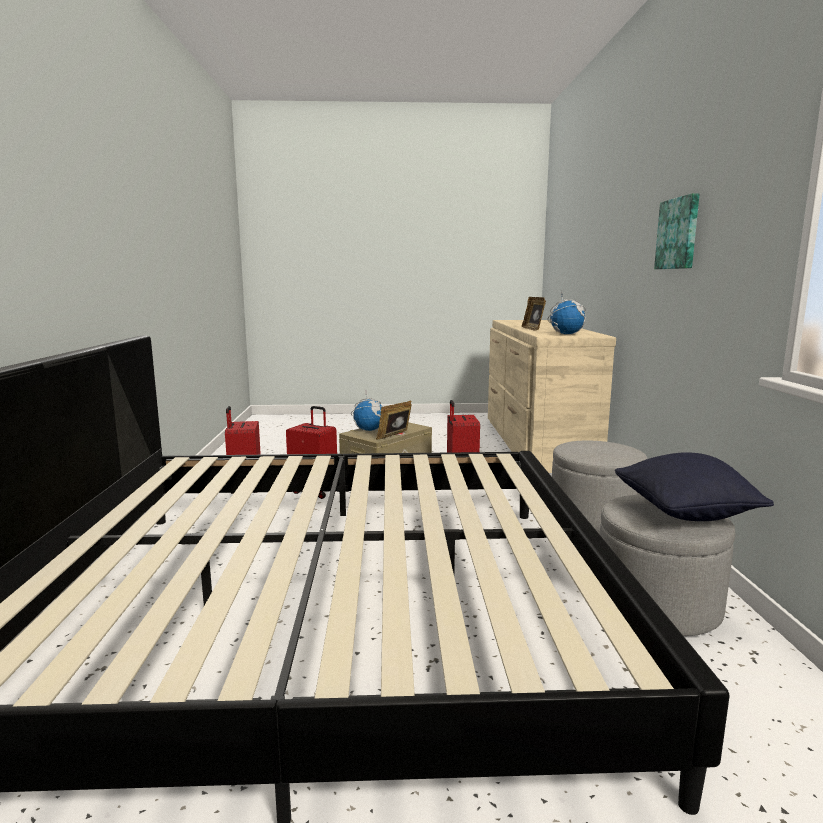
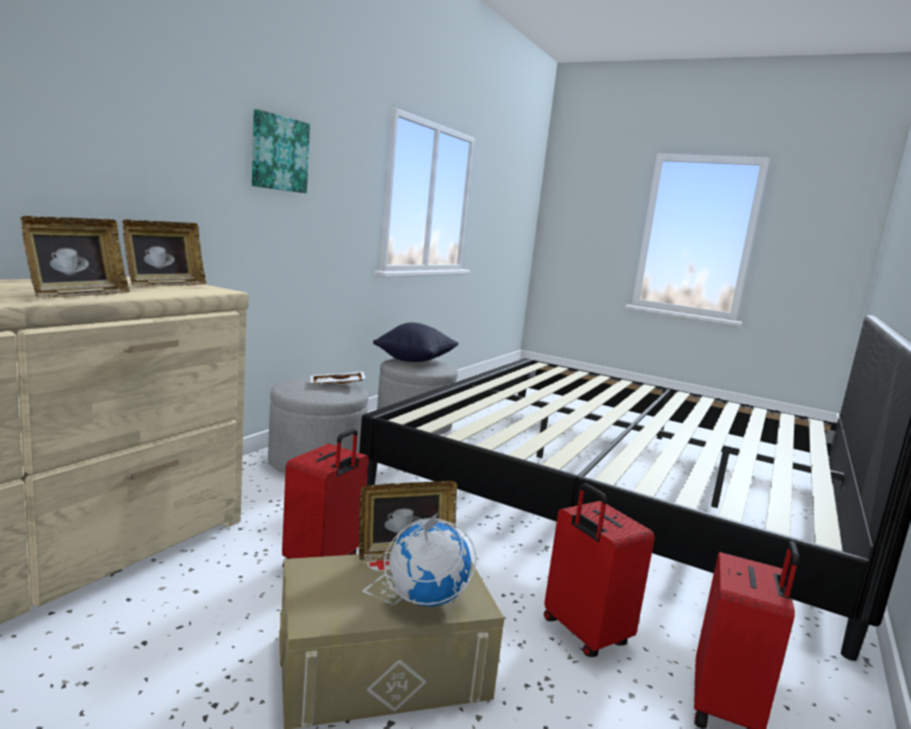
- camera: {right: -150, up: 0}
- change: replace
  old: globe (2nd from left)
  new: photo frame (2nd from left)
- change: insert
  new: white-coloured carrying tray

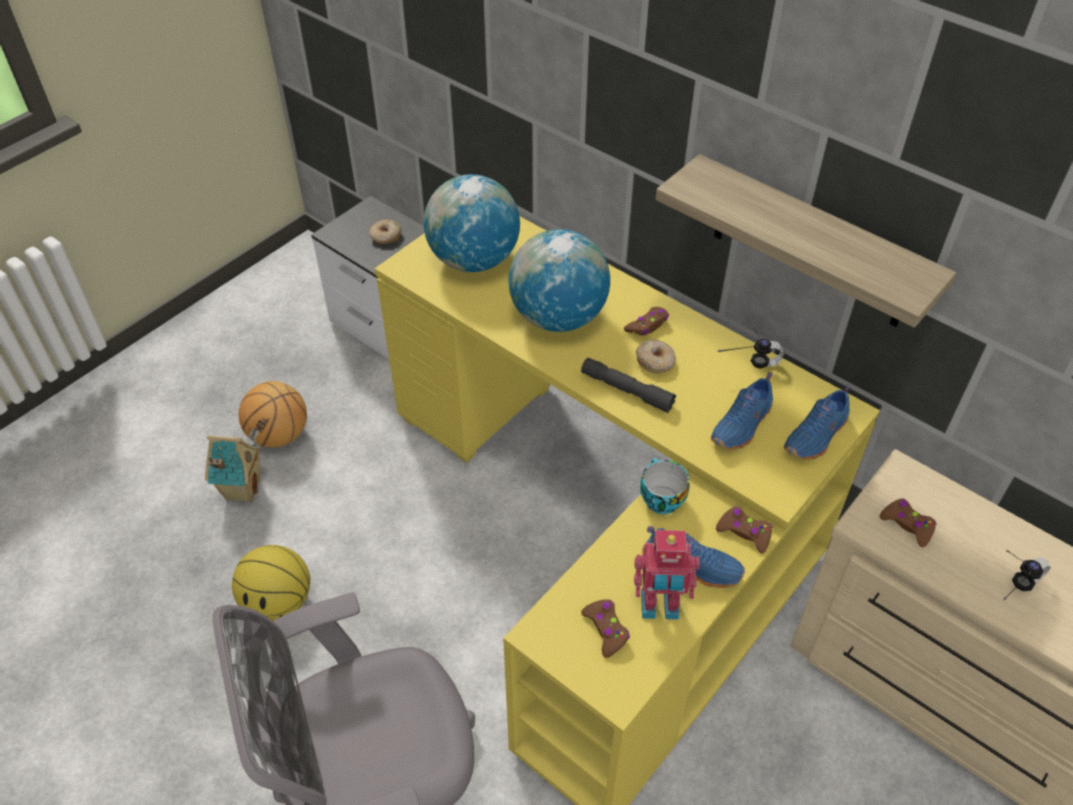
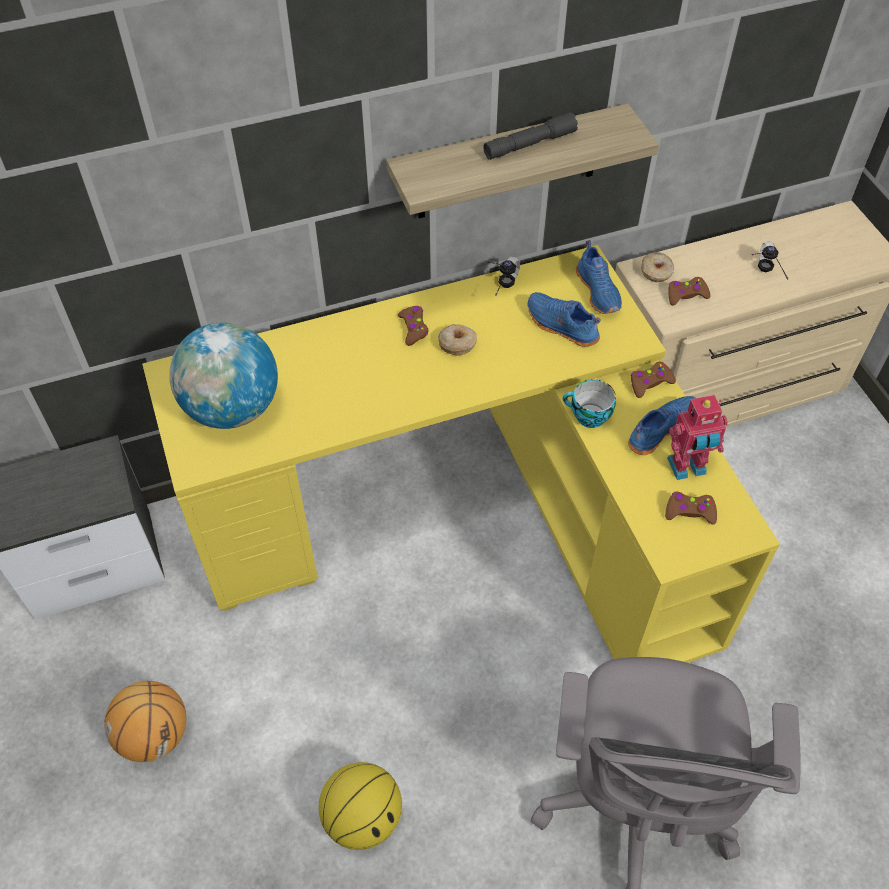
- camera: {right: -60, up: 5}
- change: move
  old: doughnut (1st from left in the first image)
  new: doughnut (2nd from left)
- change: delete
  old: globe (2nd from left)
- change: move
  old: greyish torch
- change: rotate
  old: bluish low shoe (2nd from left in the first image)
  degrees: 150
- change: delete
  old: toy house
- change: rotate
  old: robot figure
  degrees: 45

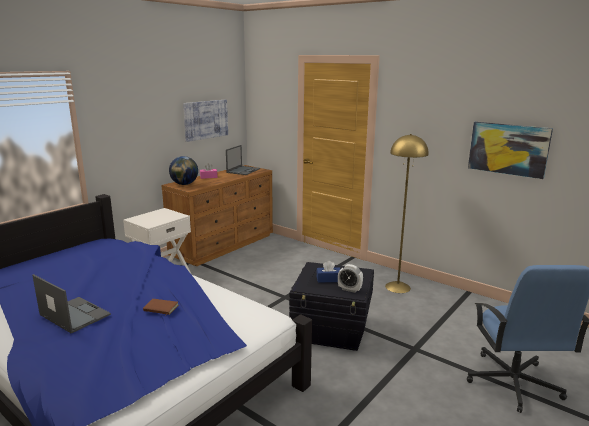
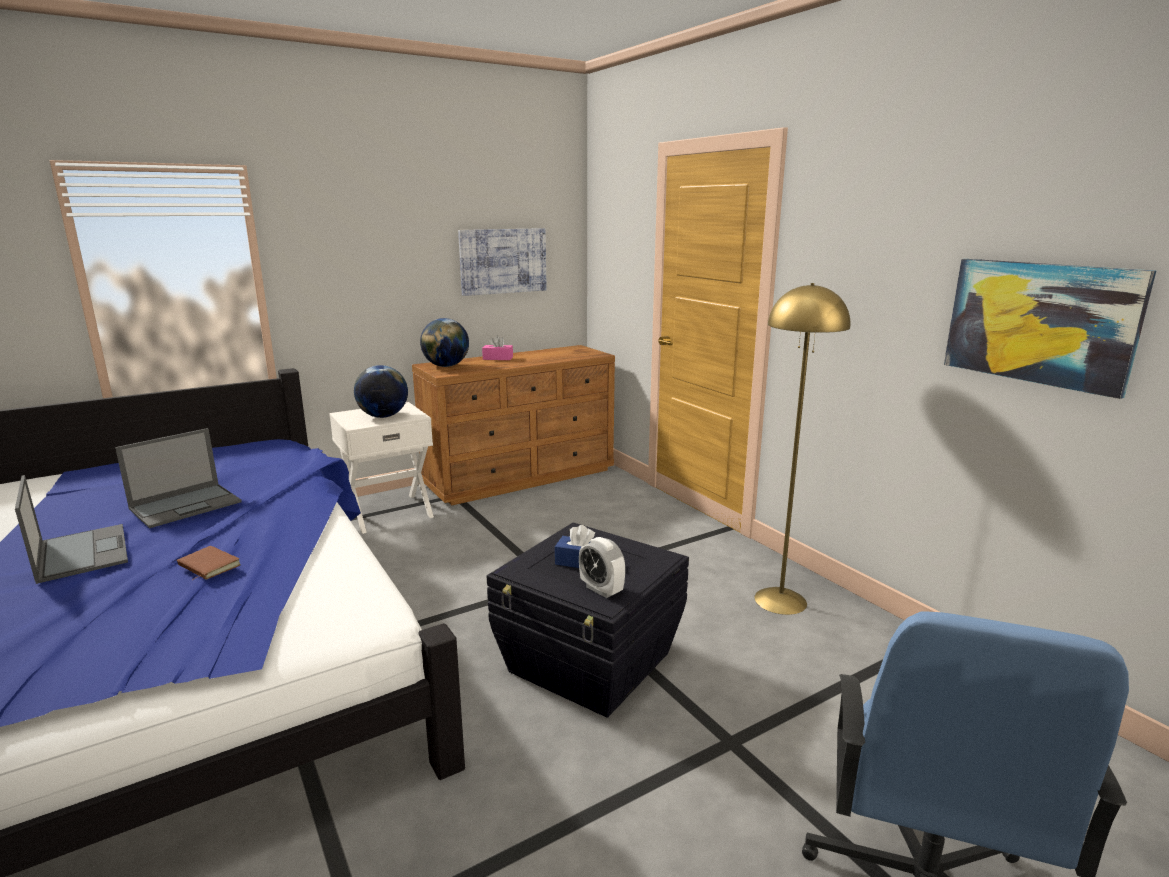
- camera: {right: 20, up: 0}
- change: move
  old: notebook computer (2nd from left)
- change: insert
  new: globe (1st from left)

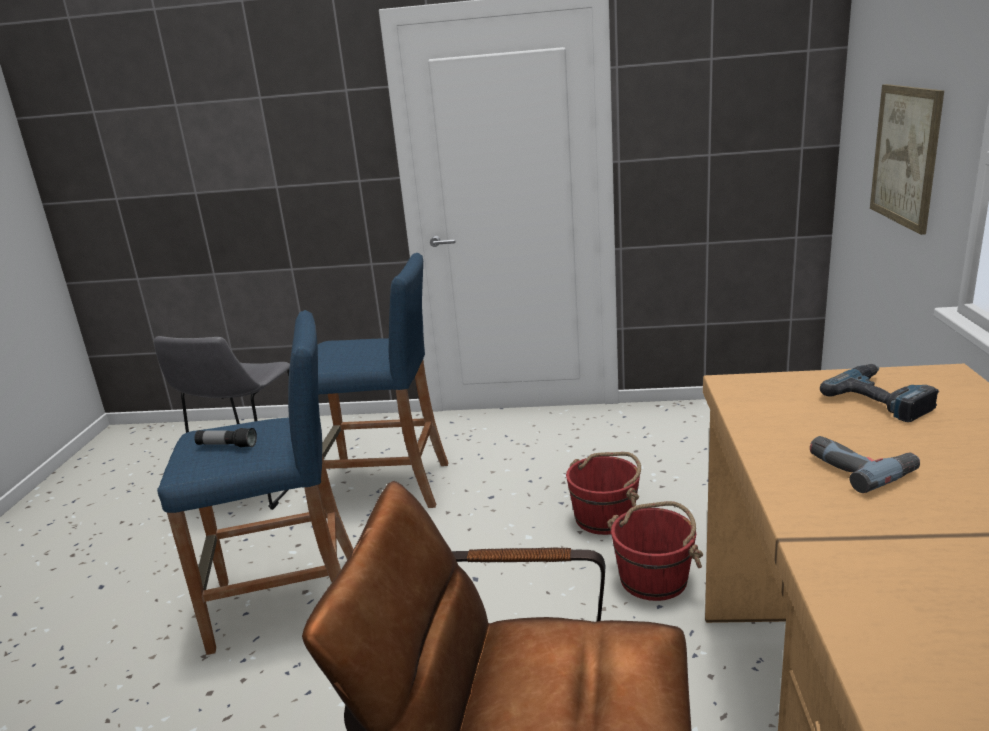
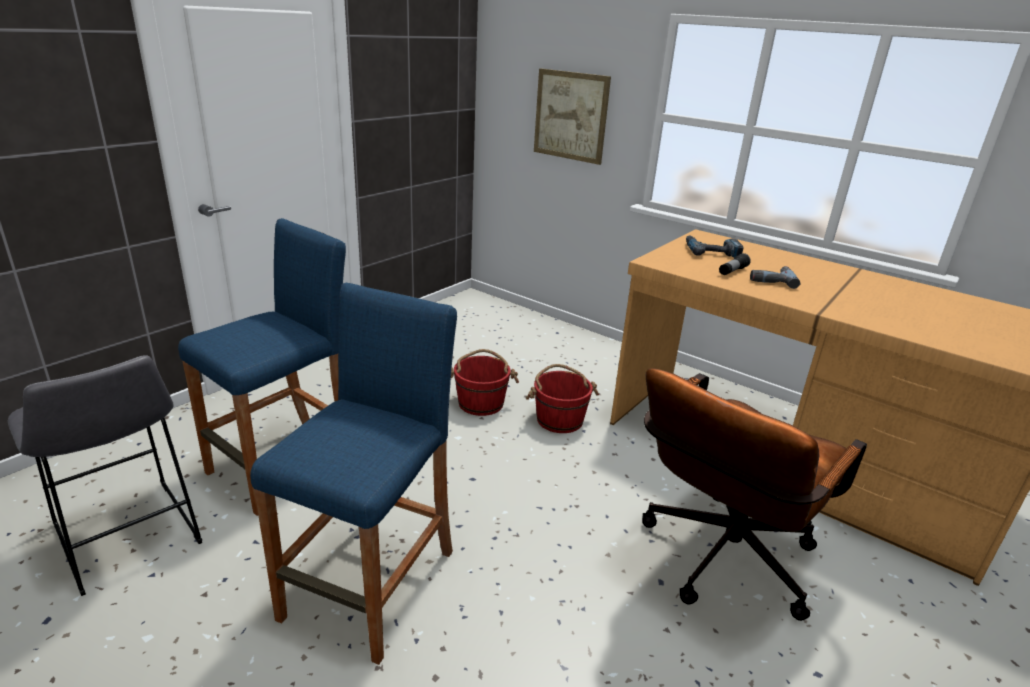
- camera: {right: -60, up: 5}
- change: move
  old: torch

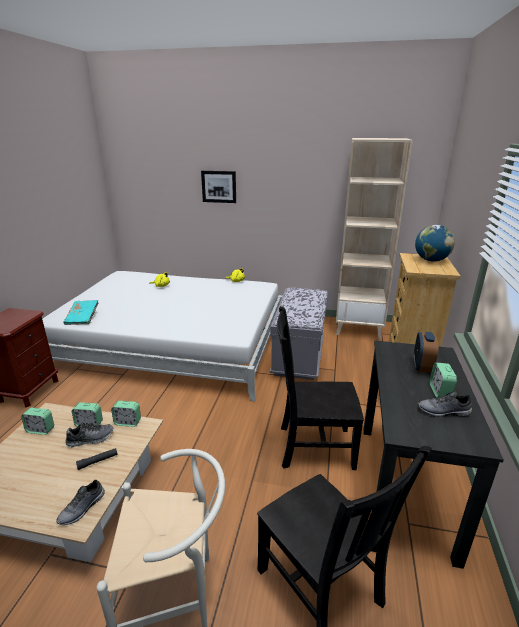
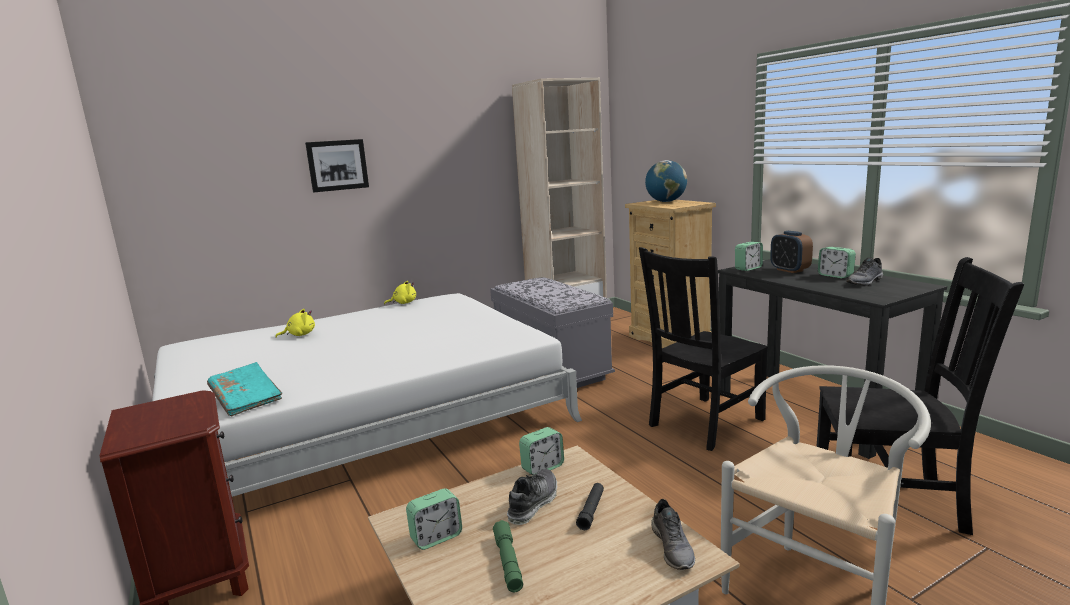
- camera: {right: -40, up: -10}
- change: move
  old: bedside clock (2nd from left in the first image)
  new: bedside clock (3rd from left)
- change: insert
  new: green torch

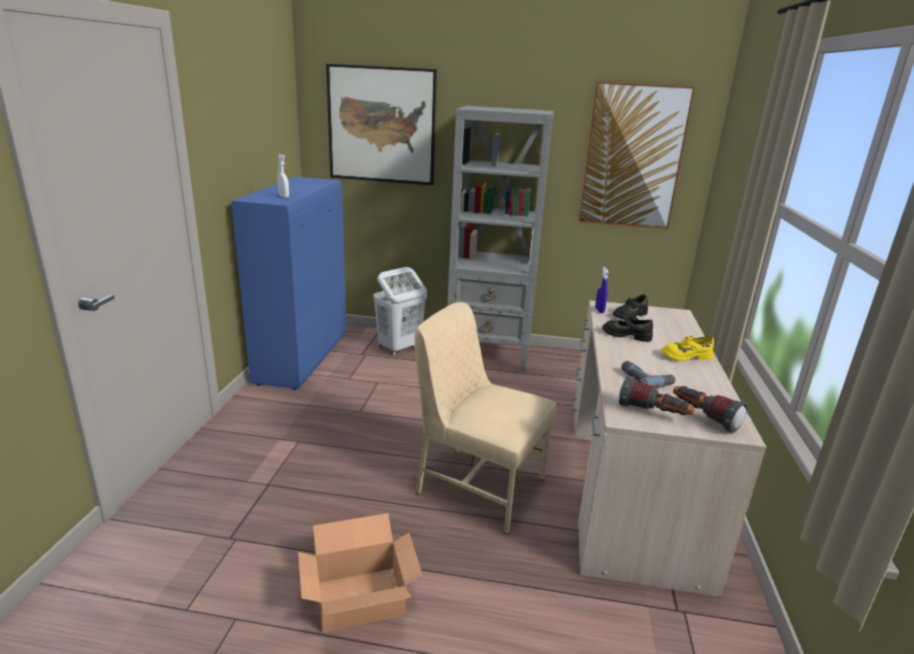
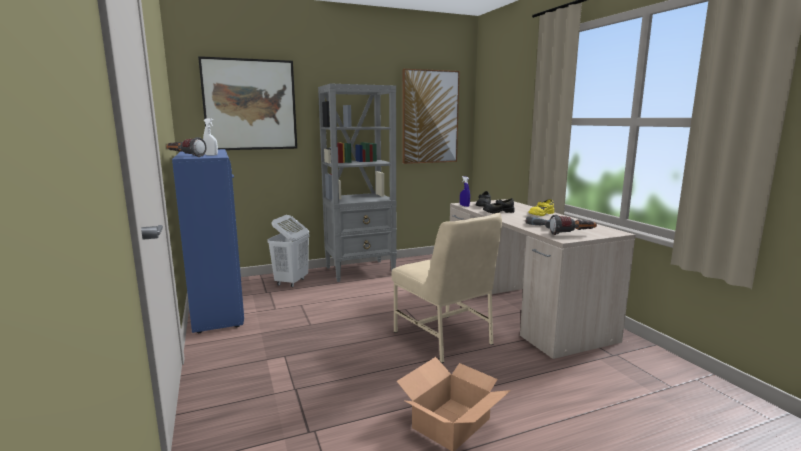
- camera: {right: -30, up: -10}
- change: rotate
  old: sand-coloured upright chair
  degrees: -120
- change: move
  old: torch (2nd from left in the first image)
  new: torch (1st from left)

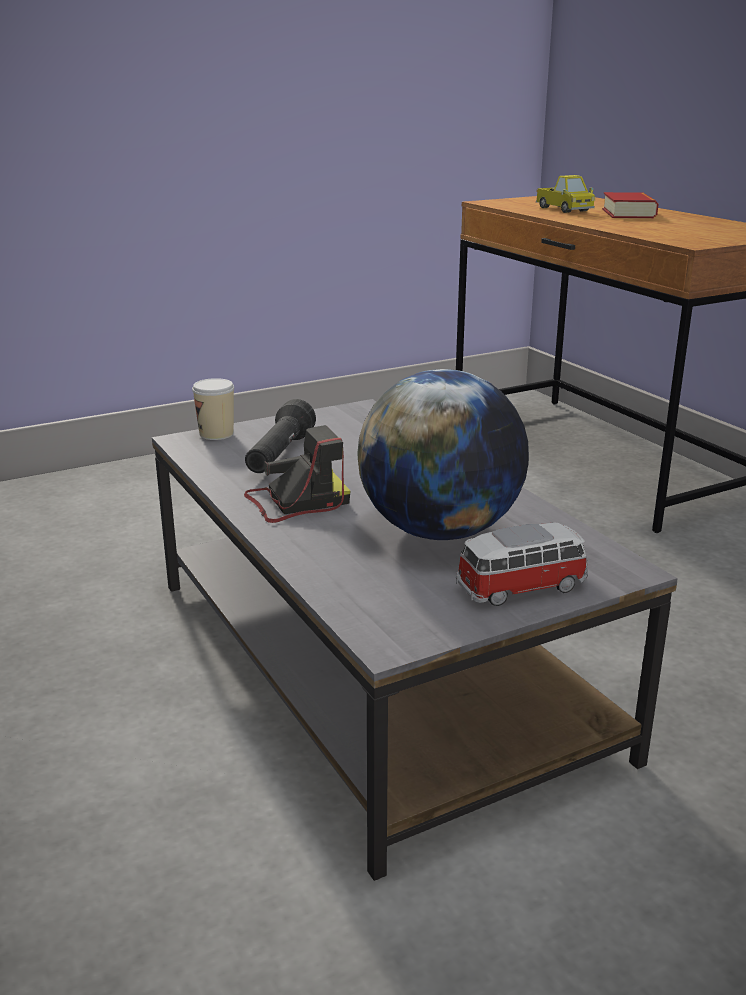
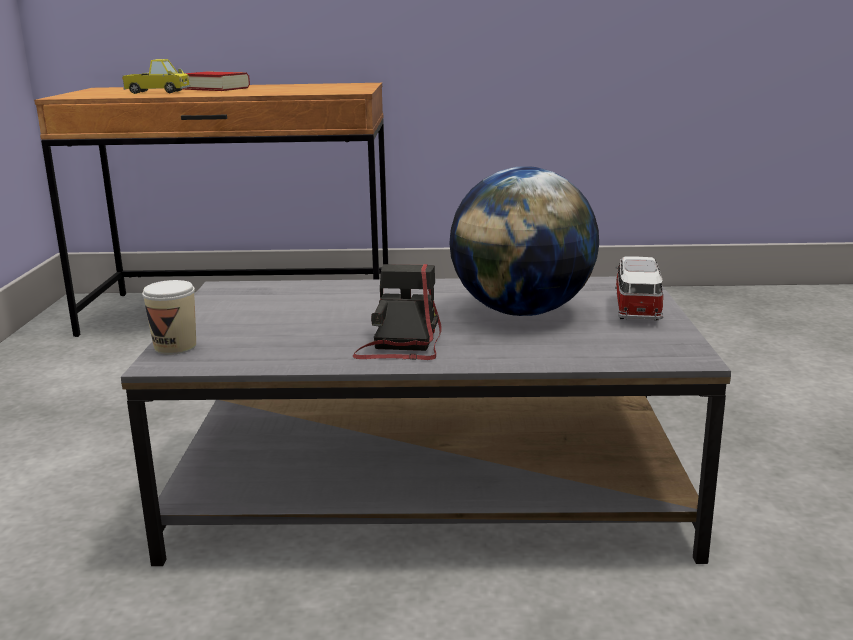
- camera: {right: -60, up: -5}
- change: delete
  old: black-coloured torch

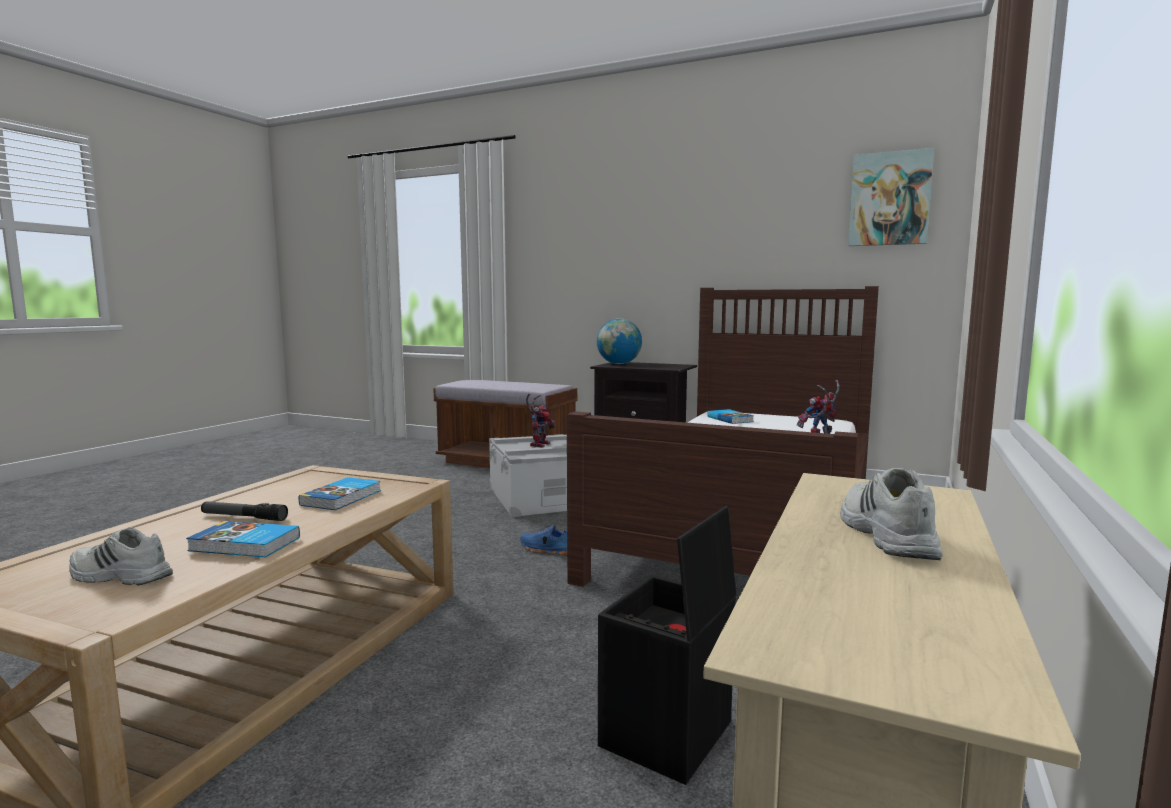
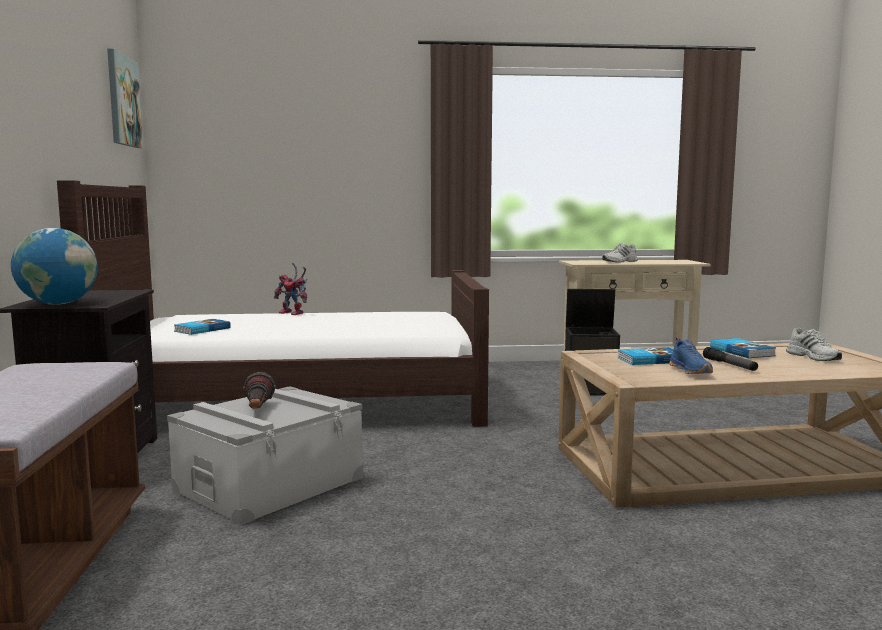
- camera: {right: -120, up: 0}
- change: replace
  old: robot figure (1st from left)
  new: torch (1st from left)
- change: move
  old: bluish low shoe

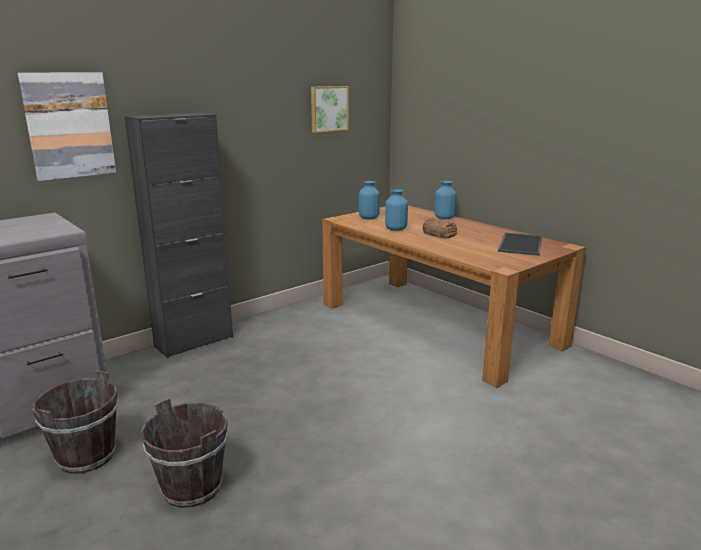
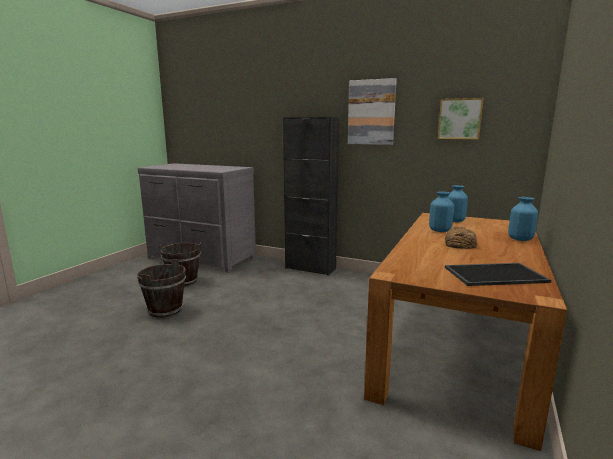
- camera: {right: 65, up: -5}
- change: move
  old: wall art (1st from left)

